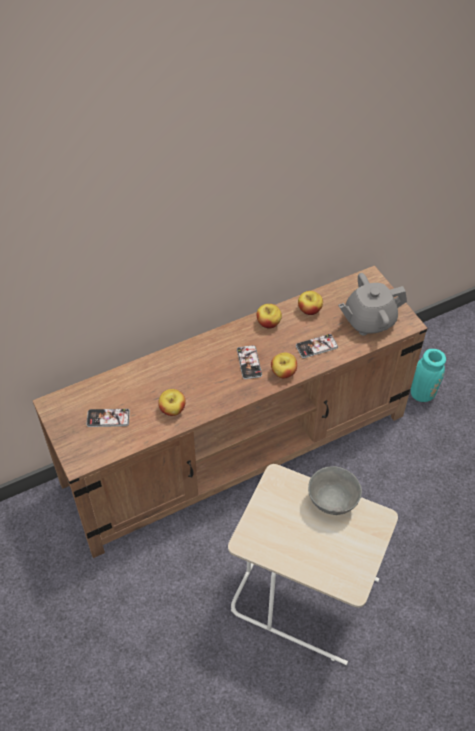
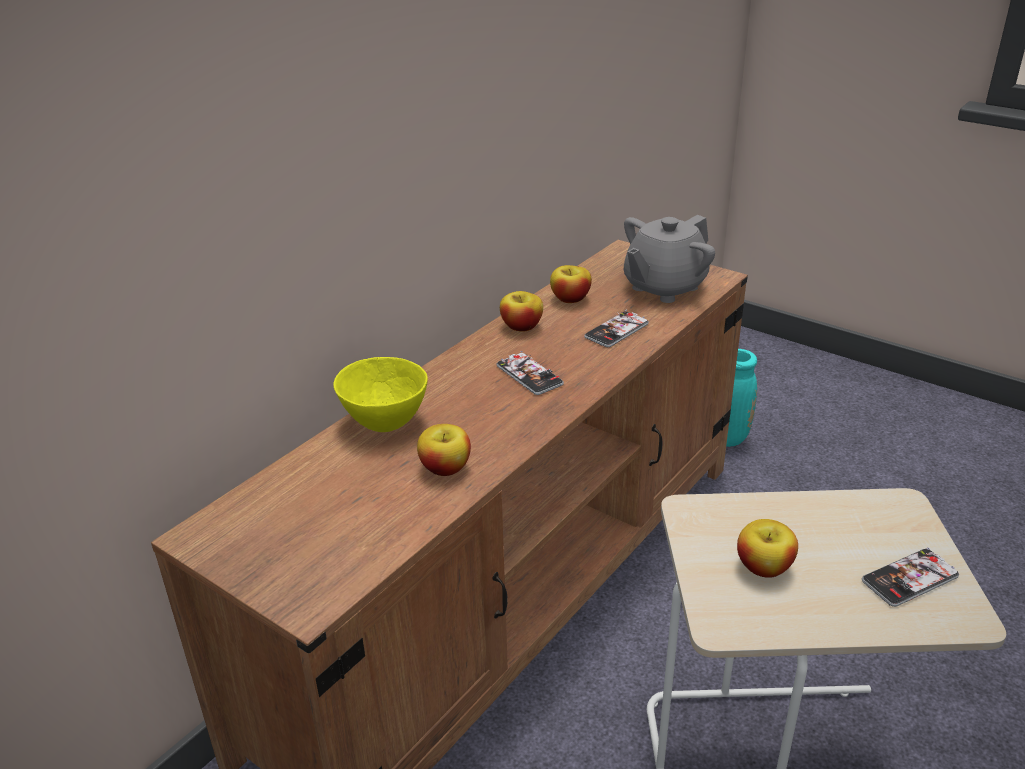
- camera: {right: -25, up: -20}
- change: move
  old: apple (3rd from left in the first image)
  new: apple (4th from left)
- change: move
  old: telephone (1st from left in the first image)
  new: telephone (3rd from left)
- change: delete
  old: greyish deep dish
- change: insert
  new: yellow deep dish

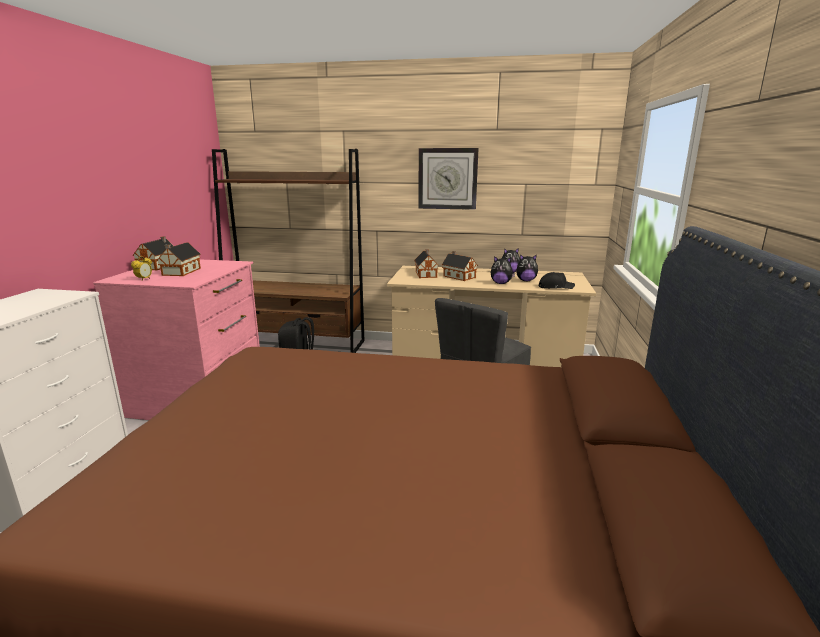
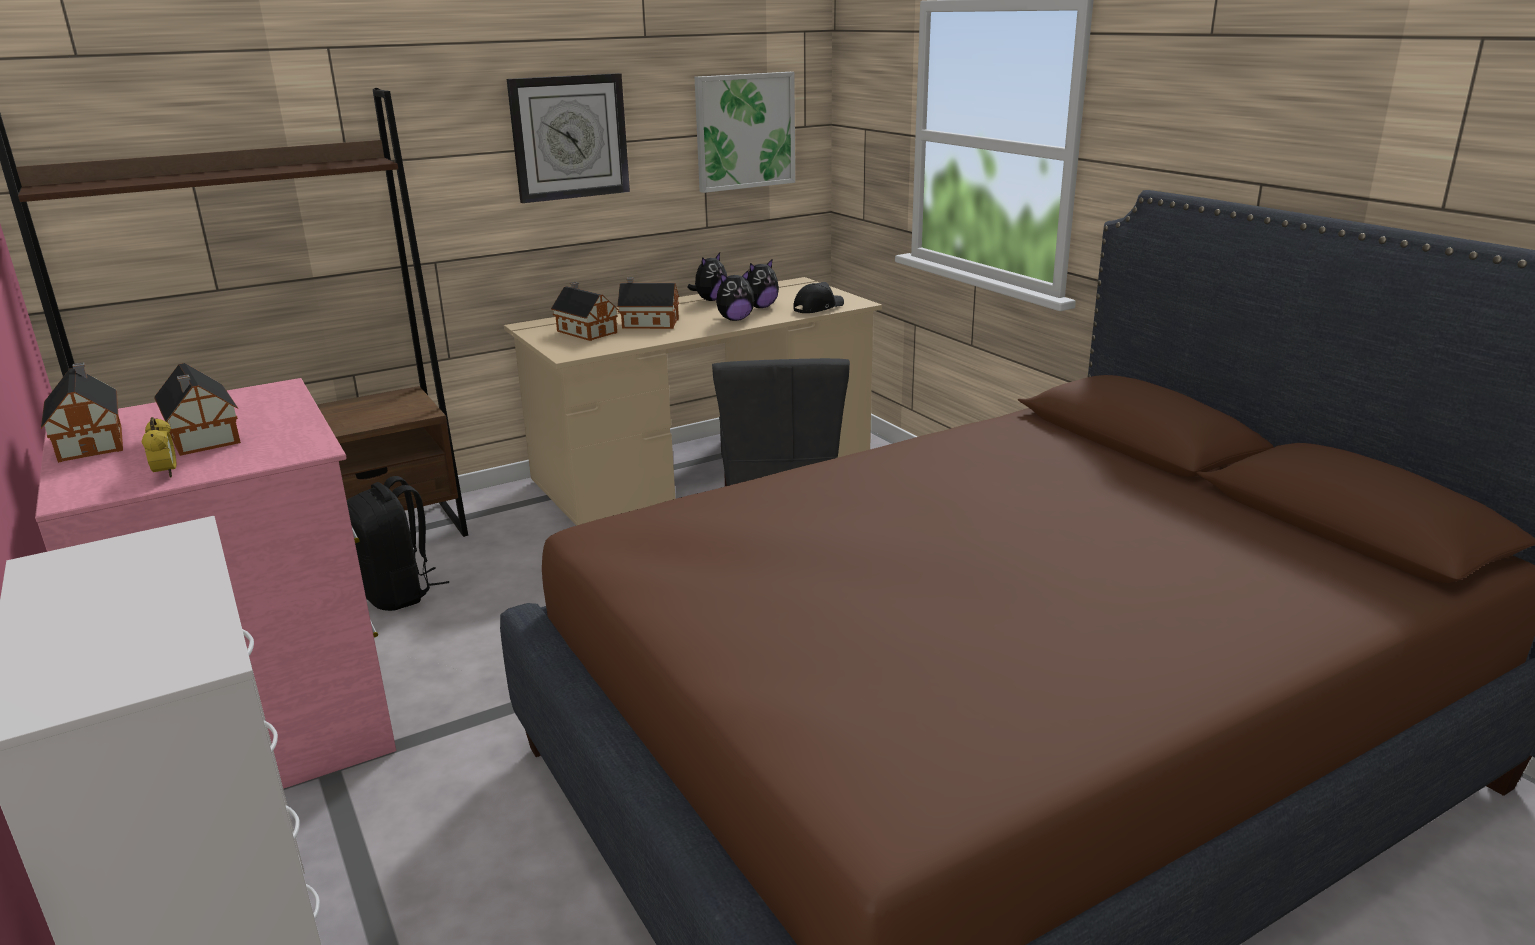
- camera: {right: -40, up: 5}
- change: insert
  new: wall art

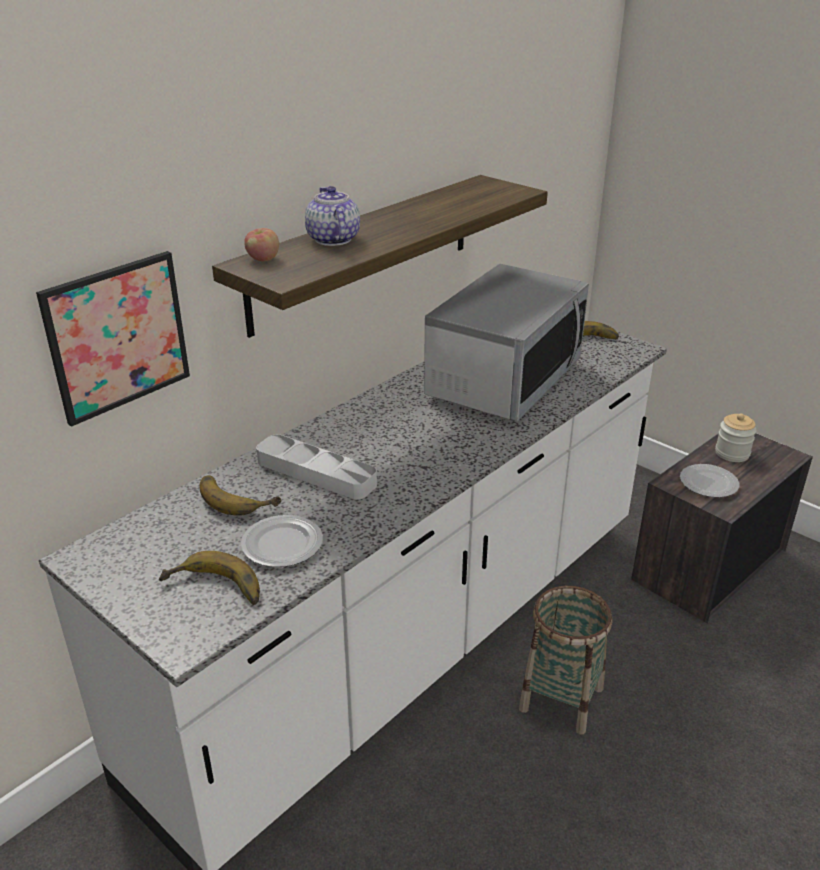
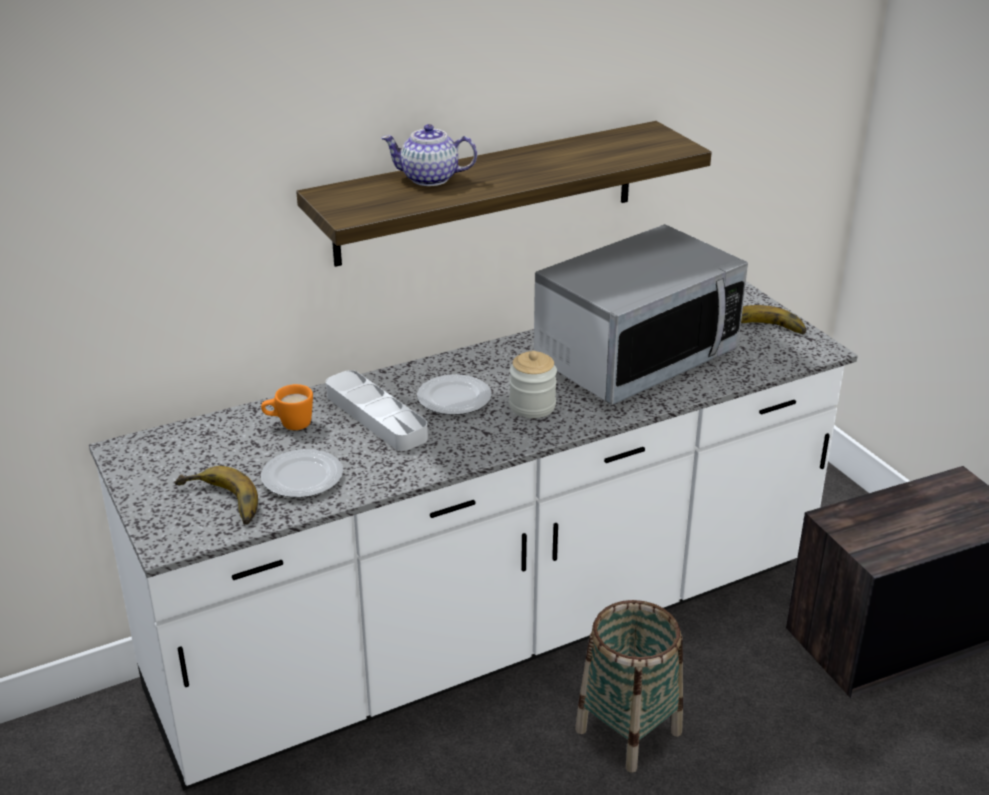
- camera: {right: 20, up: 0}
- change: rotate
  old: teapot
  degrees: -90
- change: delete
  old: apple
- change: delete
  old: wall art
- change: move
  old: preserve jar
- change: move
  old: plate (2nd from left)
- change: replace
  old: banana fruit (2nd from left)
  new: orange coffee mug

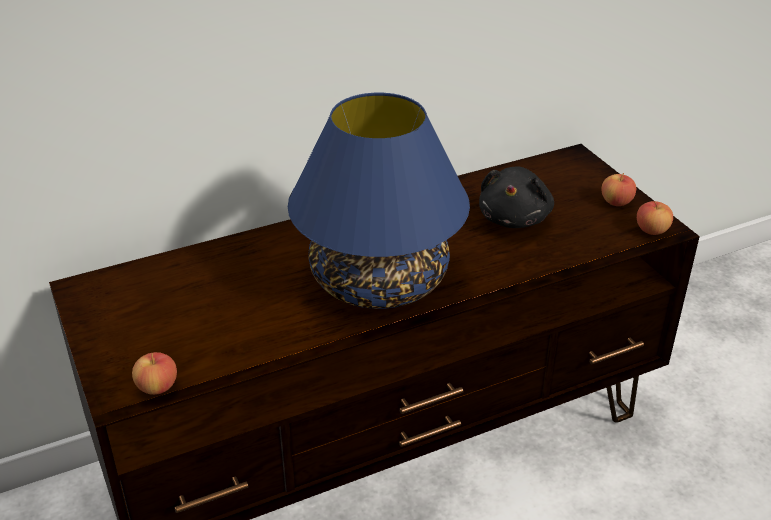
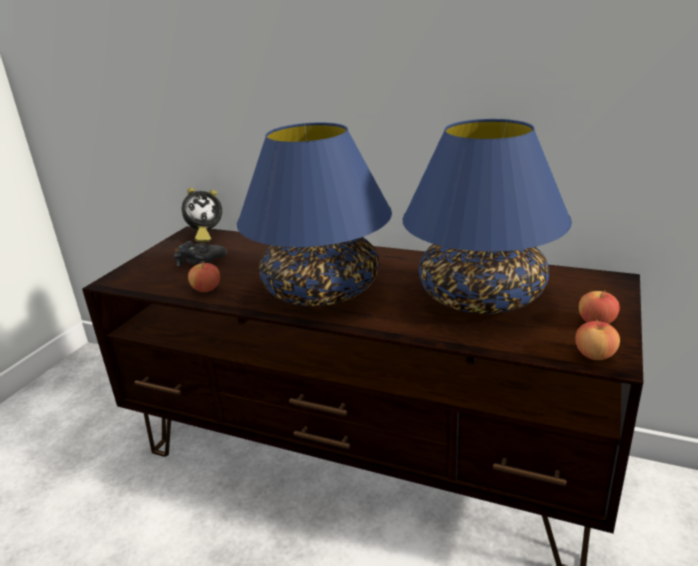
- camera: {right: 50, up: -10}
- change: replace
  old: black-coloured cuddly toy
  new: bluish lamp for a table (2nd from left)
- change: move
  old: apple (1st from left)
- change: insert
  new: bedside clock
- change: insert
  new: black-coloured gamepad

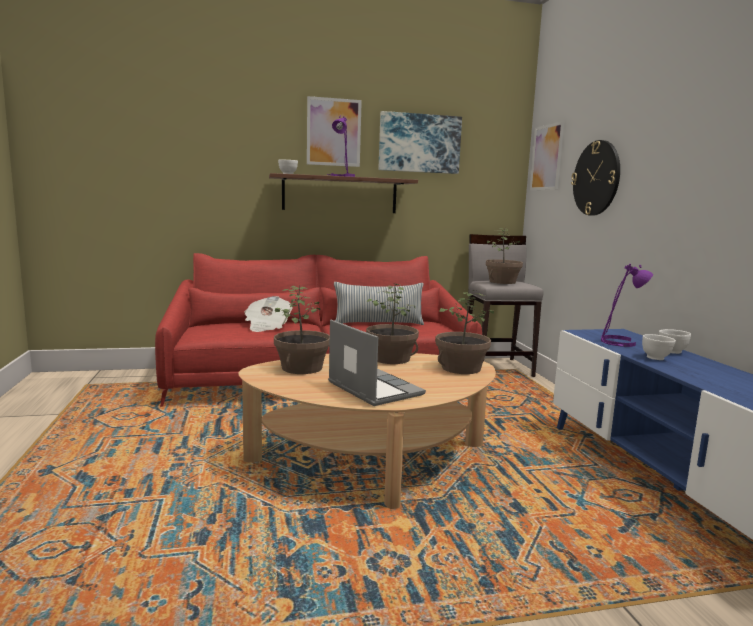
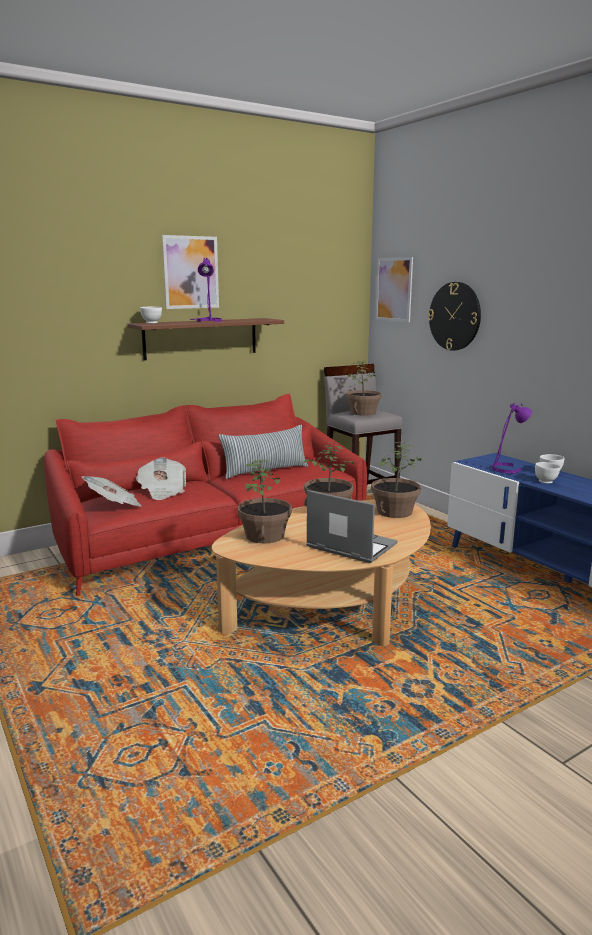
- camera: {right: -20, up: 5}
- change: delete
  old: wall art (2nd from left)
- change: insert
  new: printed paper (1st from left)

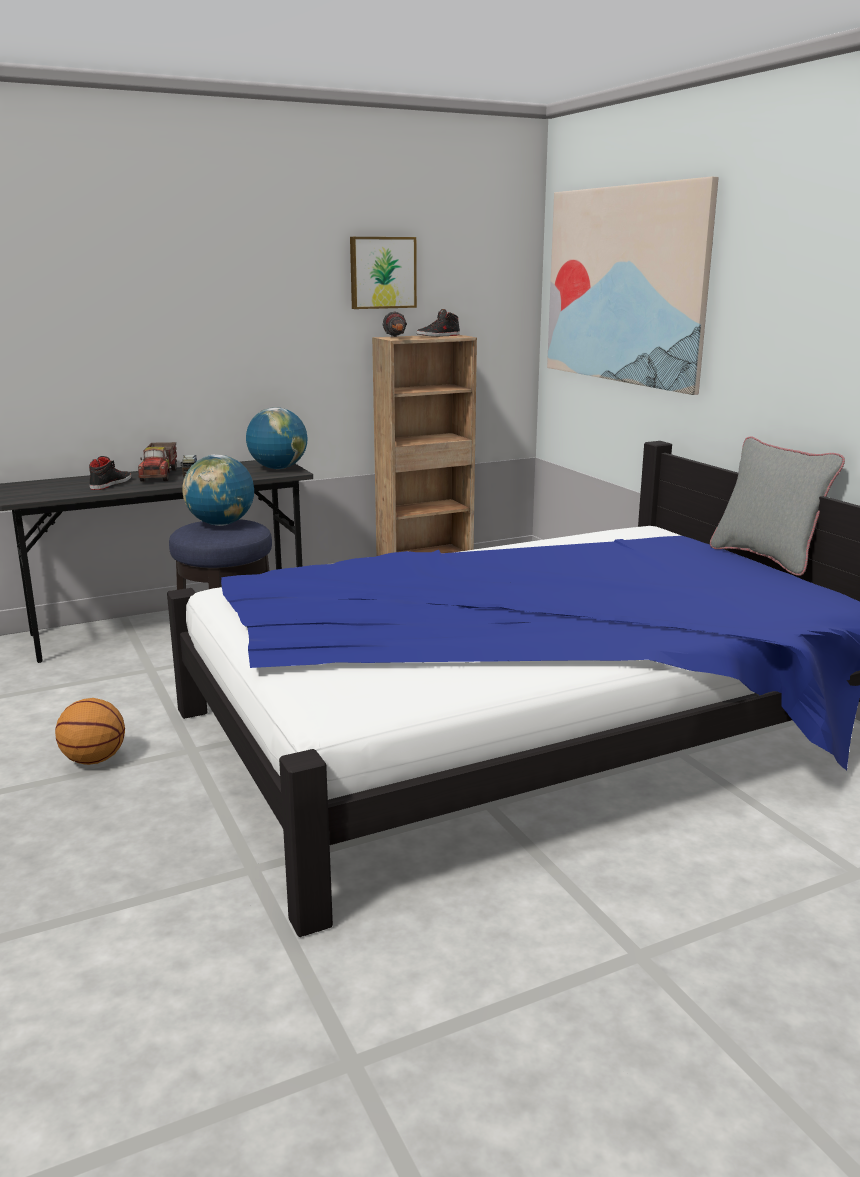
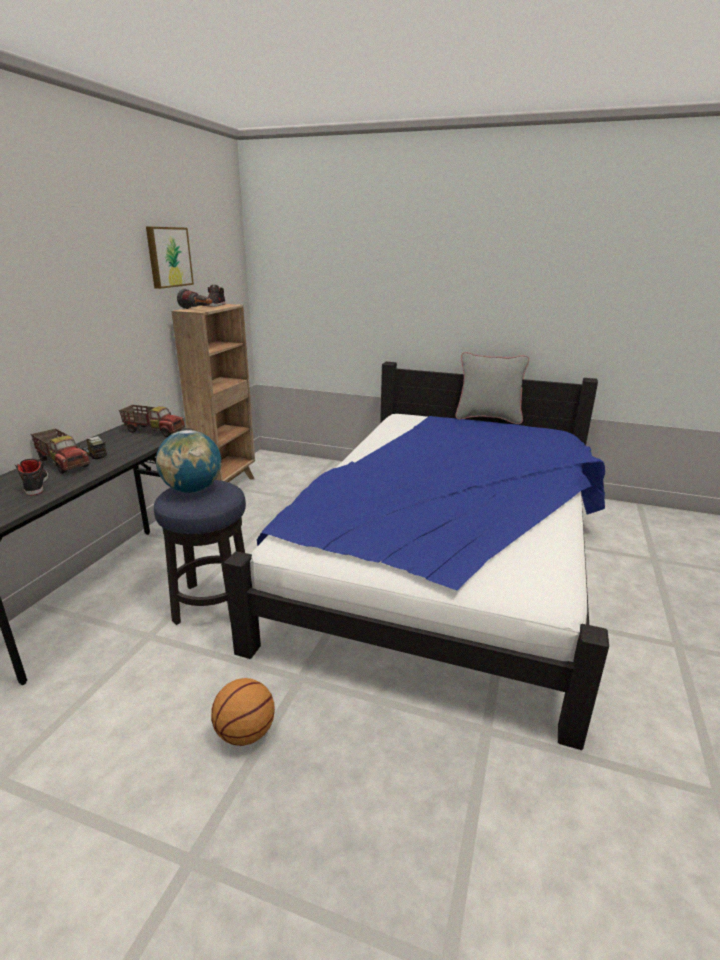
- camera: {right: -45, up: 5}
- change: delete
  old: wall art (2nd from left)
- change: replace
  old: globe (2nd from left)
  new: model truck (3rd from left)

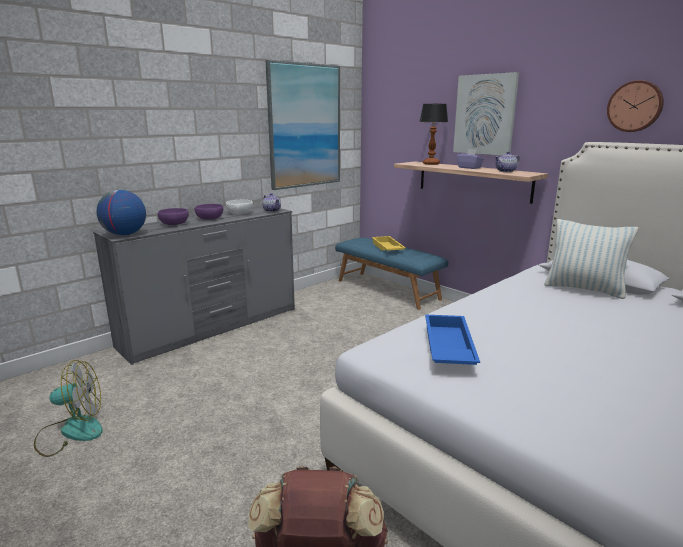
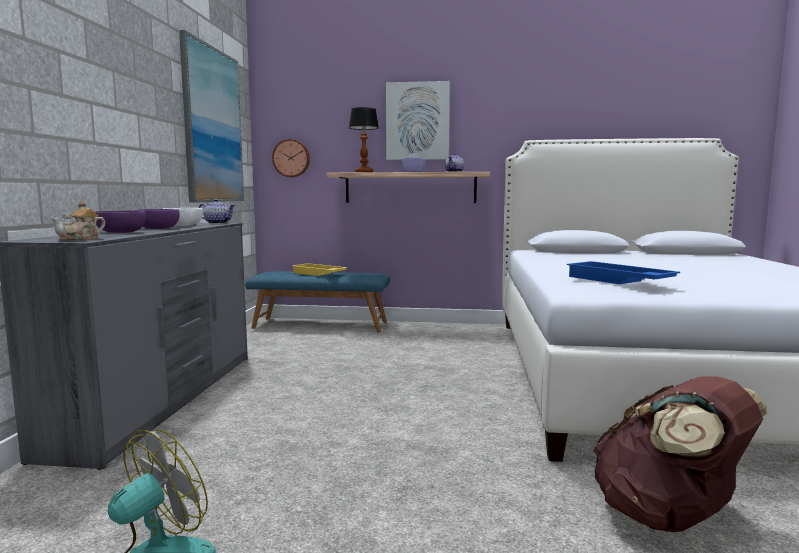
- camera: {right: -40, up: -10}
- change: move
  old: clock on the wall
- change: replace
  old: globe
  new: teapot (1st from left)
- change: delete
  old: throw pillow

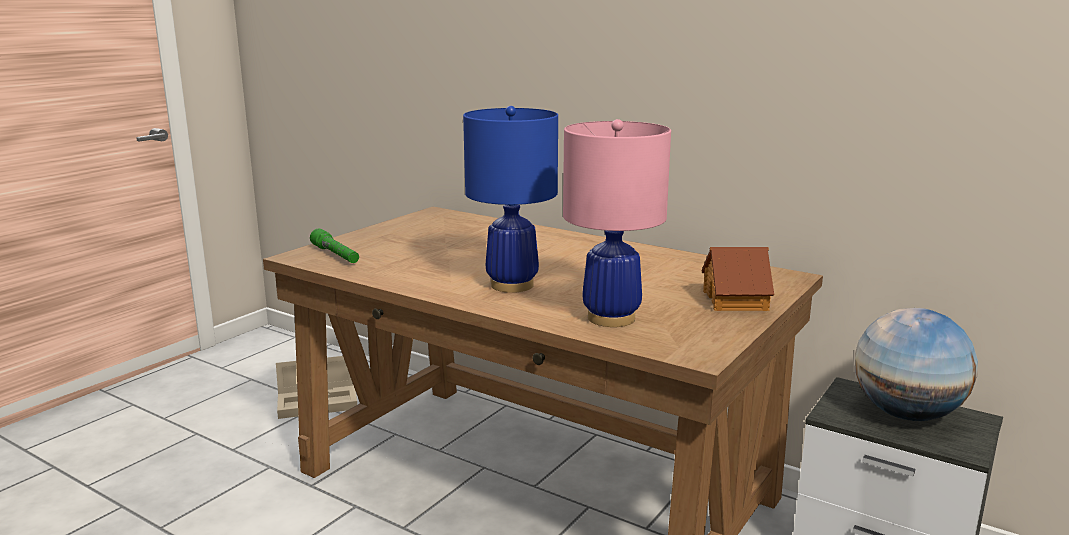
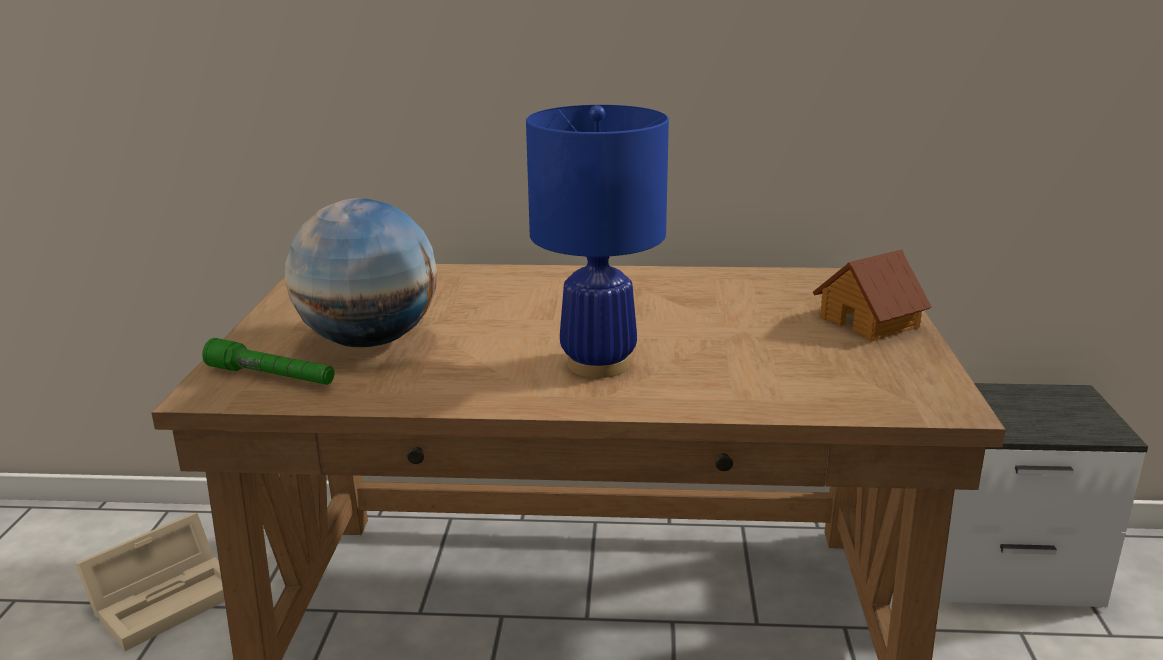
- camera: {right: -30, up: 5}
- change: delete
  old: pinkish lamp for a table
- change: move
  old: globe

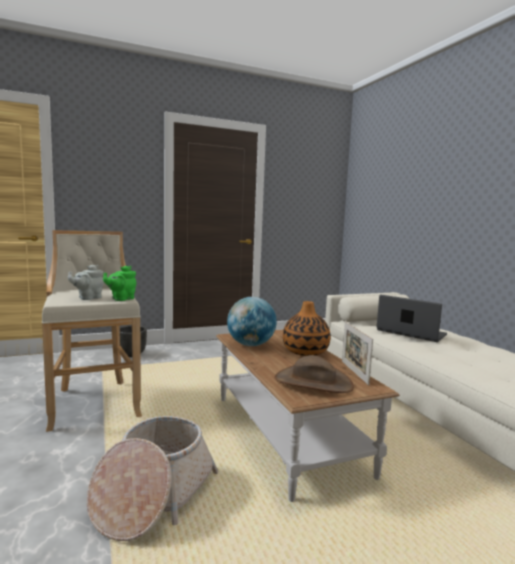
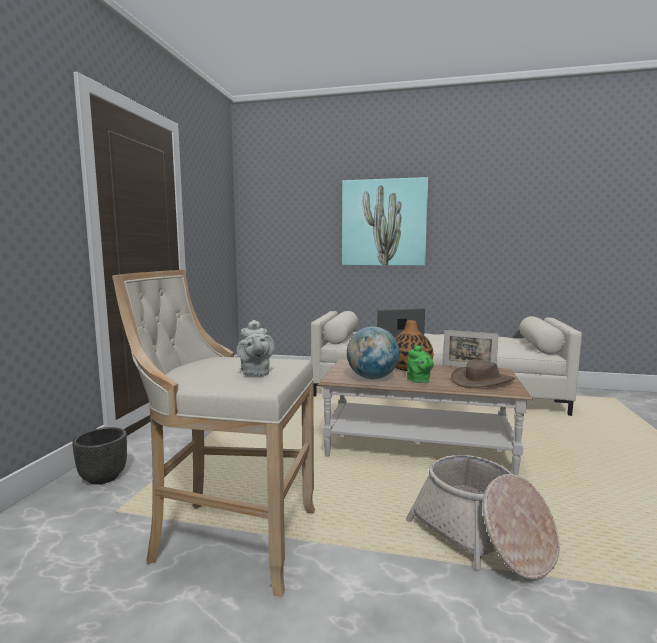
- camera: {right: -55, up: 0}
- change: move
  old: green teapot
- change: insert
  new: wall art

